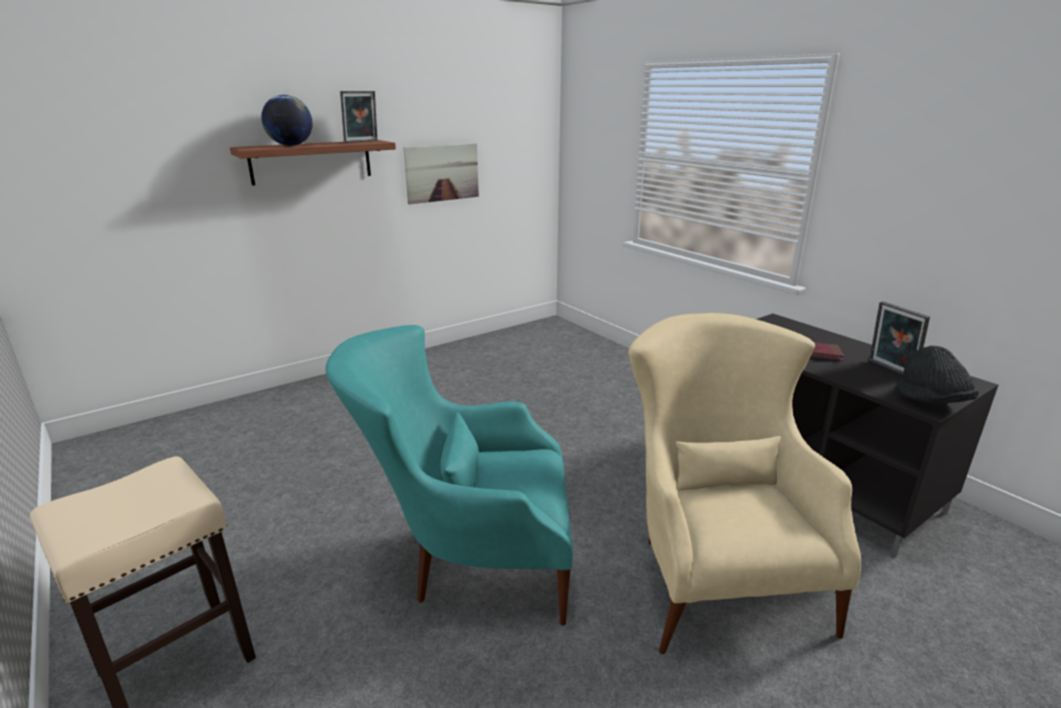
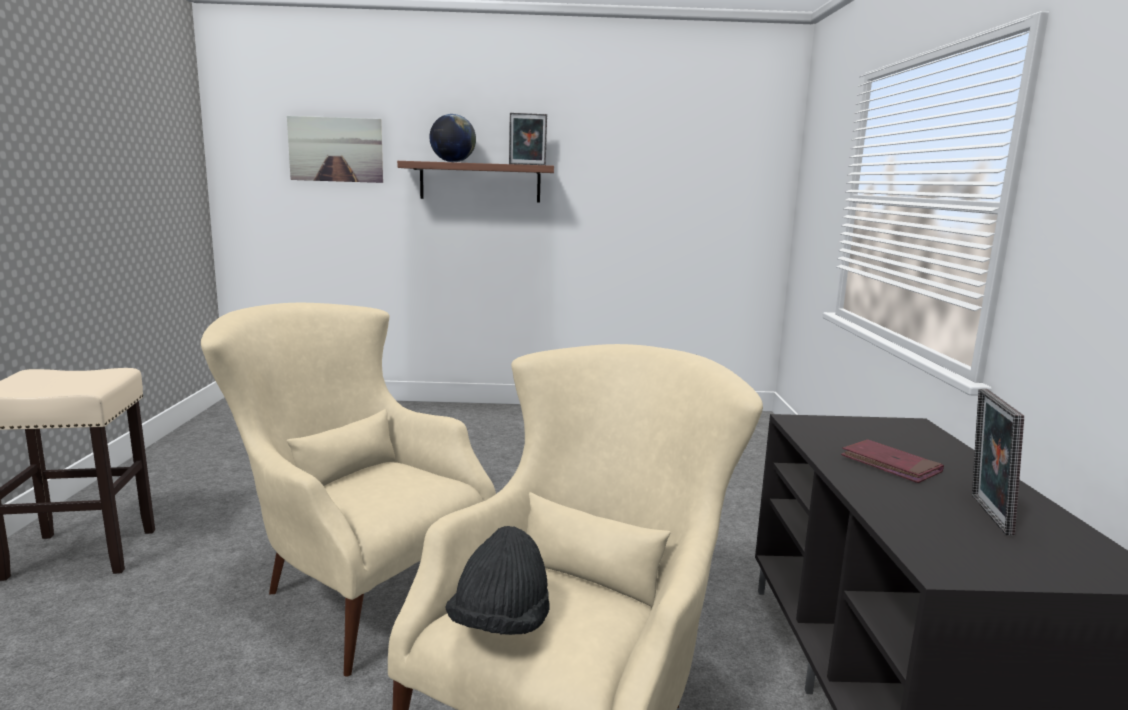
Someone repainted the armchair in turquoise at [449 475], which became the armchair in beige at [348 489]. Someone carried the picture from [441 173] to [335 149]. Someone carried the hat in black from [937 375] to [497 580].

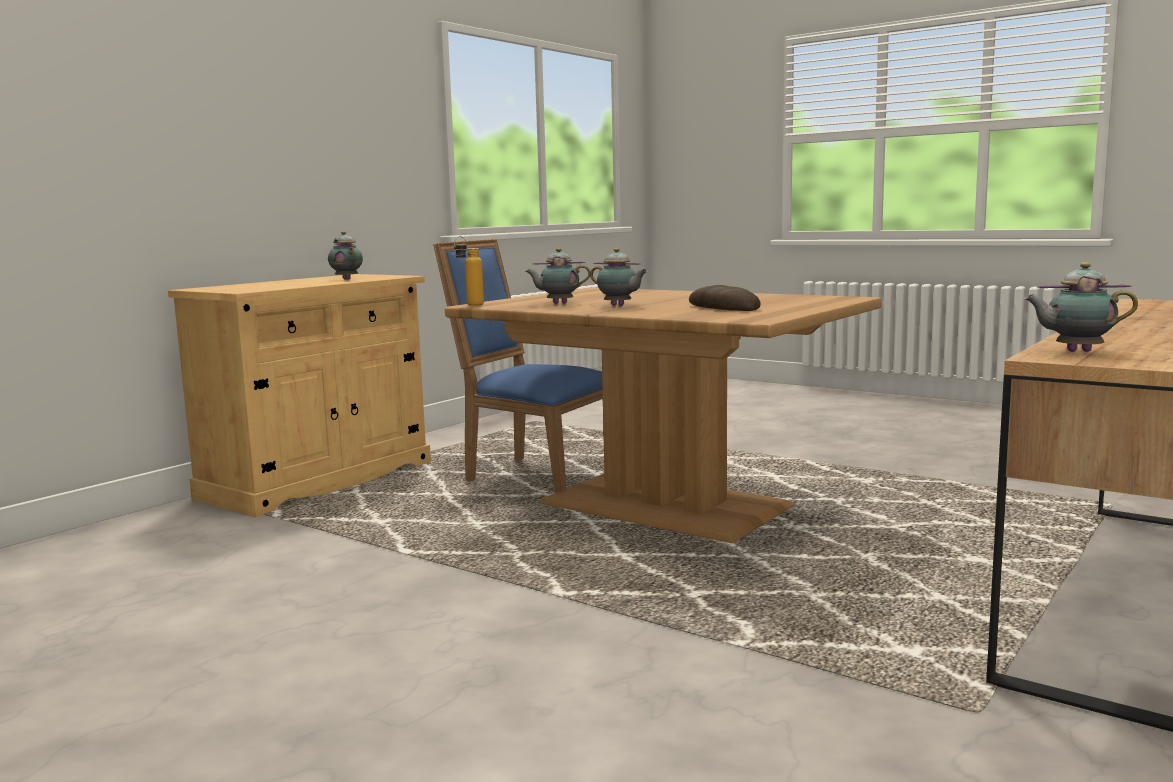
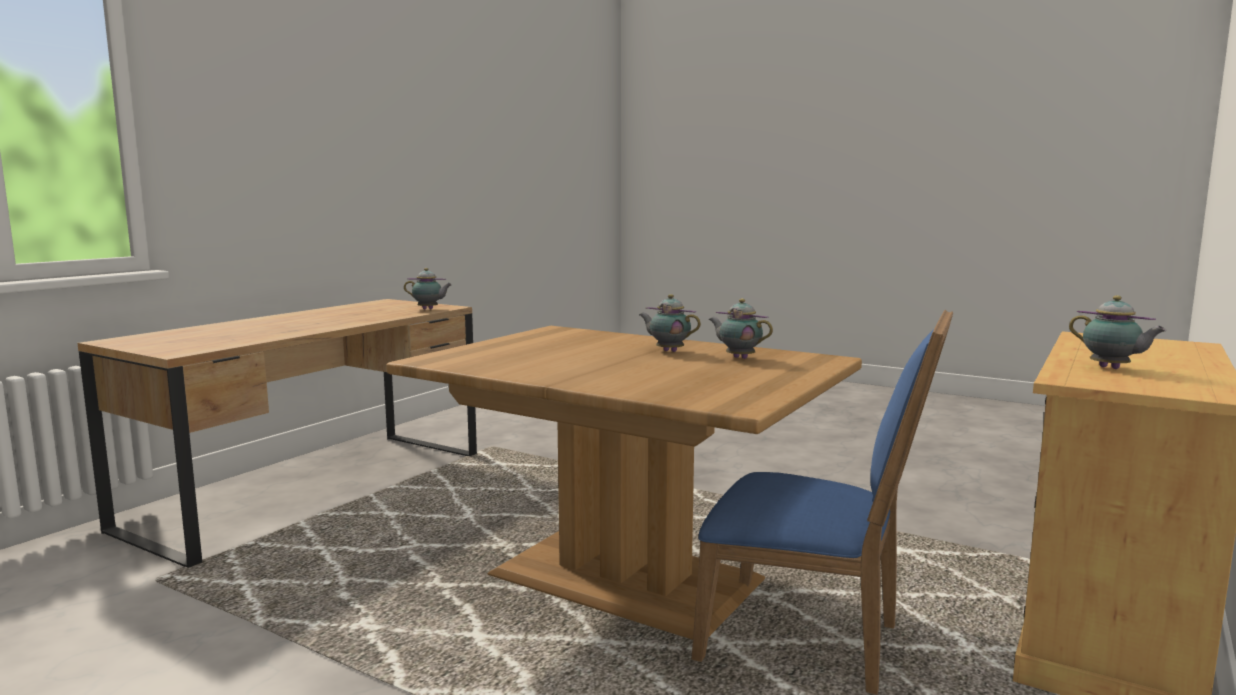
Someone took away the bottle at [469 271]. Someone rotated the teapot at [557 276] by 135 degrees counterclockwise. Someone took away the bread at [725 298].

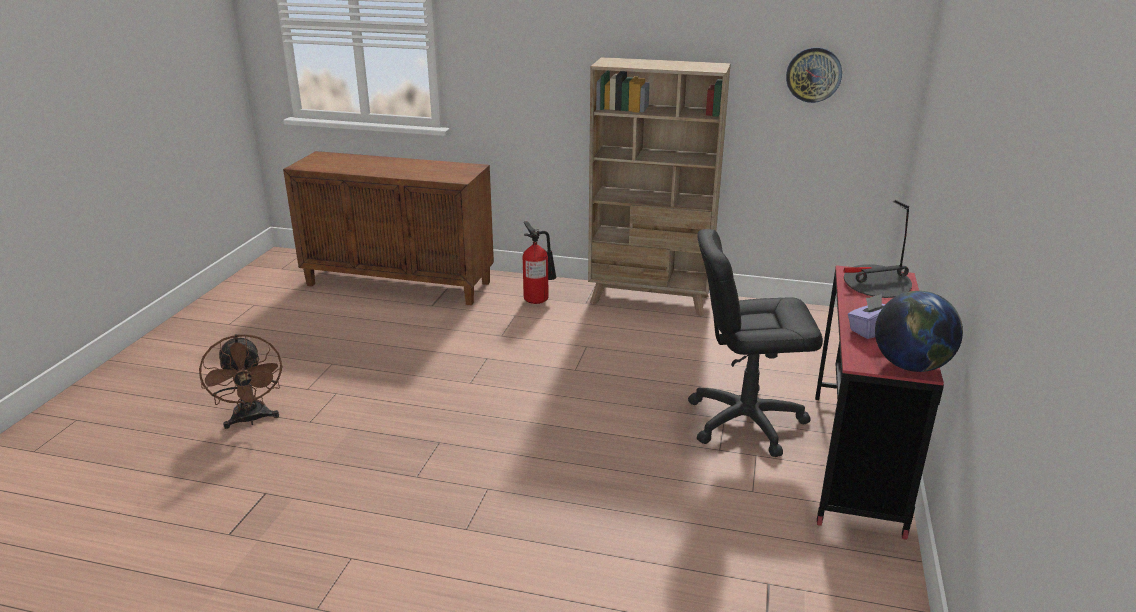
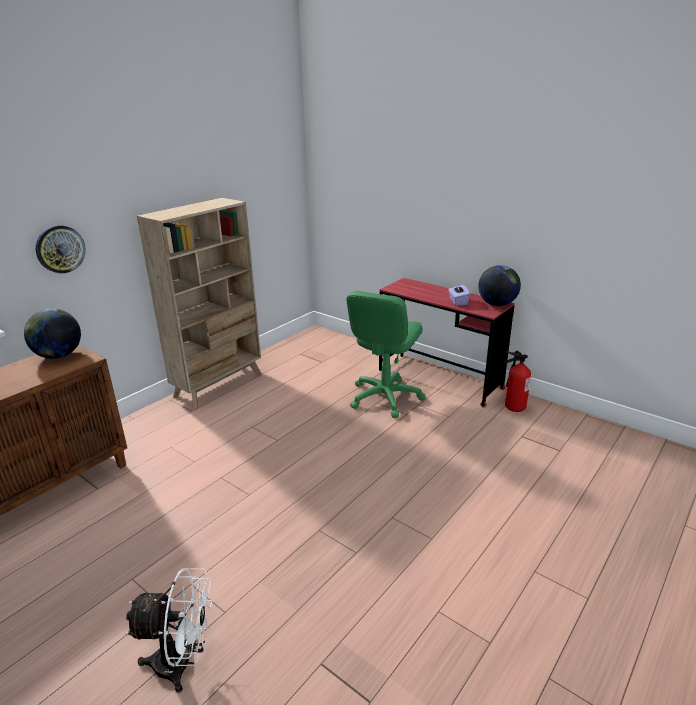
Someone repainted the fan in brown at [241 381], which became the fan in white at [168 630]. Someone carried the fire extinguisher from [540 262] to [517 381]. Someone repainted the office chair in black at [755 343], which became the office chair in green at [385 354]. Someone carried the wall clock from [814 75] to [61 249]. Someone took away the table lamp at [878 249]. Someone put down the globe at [52 334].

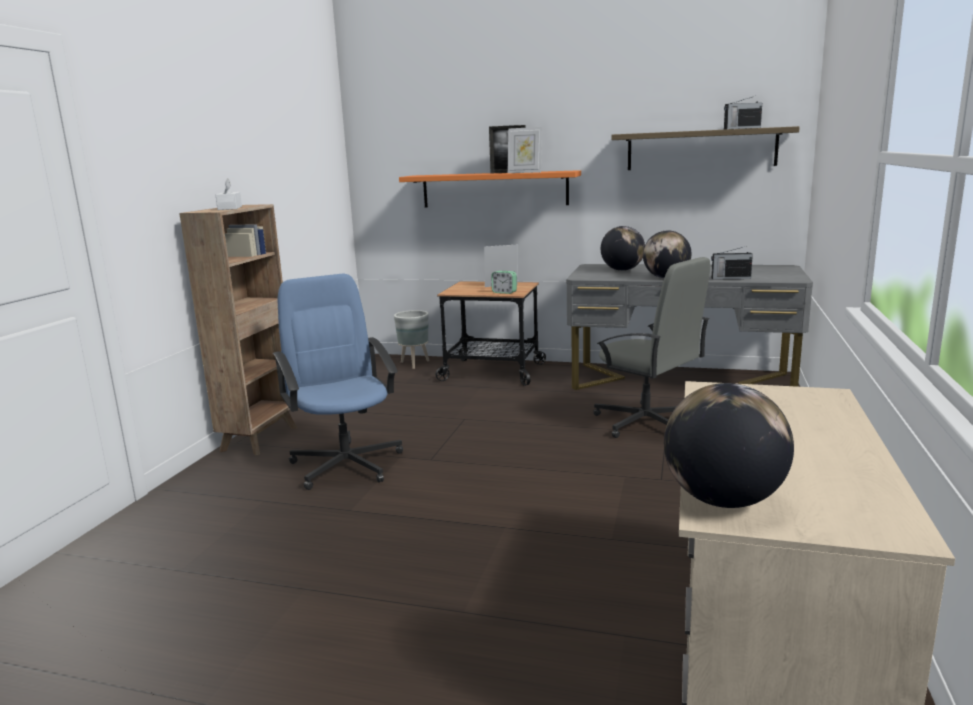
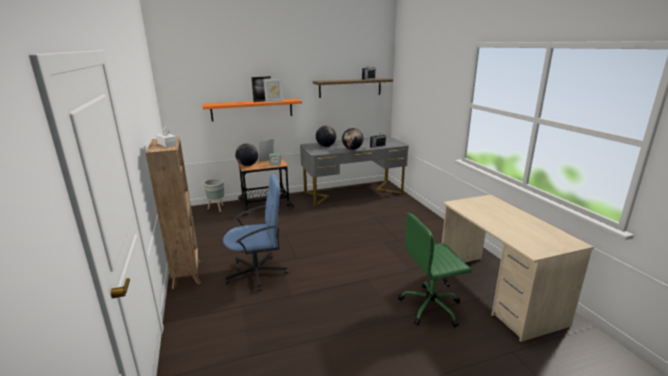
Someone rotated the office chair in blue at [338 381] by 135 degrees clockwise. Someone took away the office chair in grey at [651 347]. Someone carried the globe from [729 445] to [246 154]. Someone put down the office chair in green at [435 269].

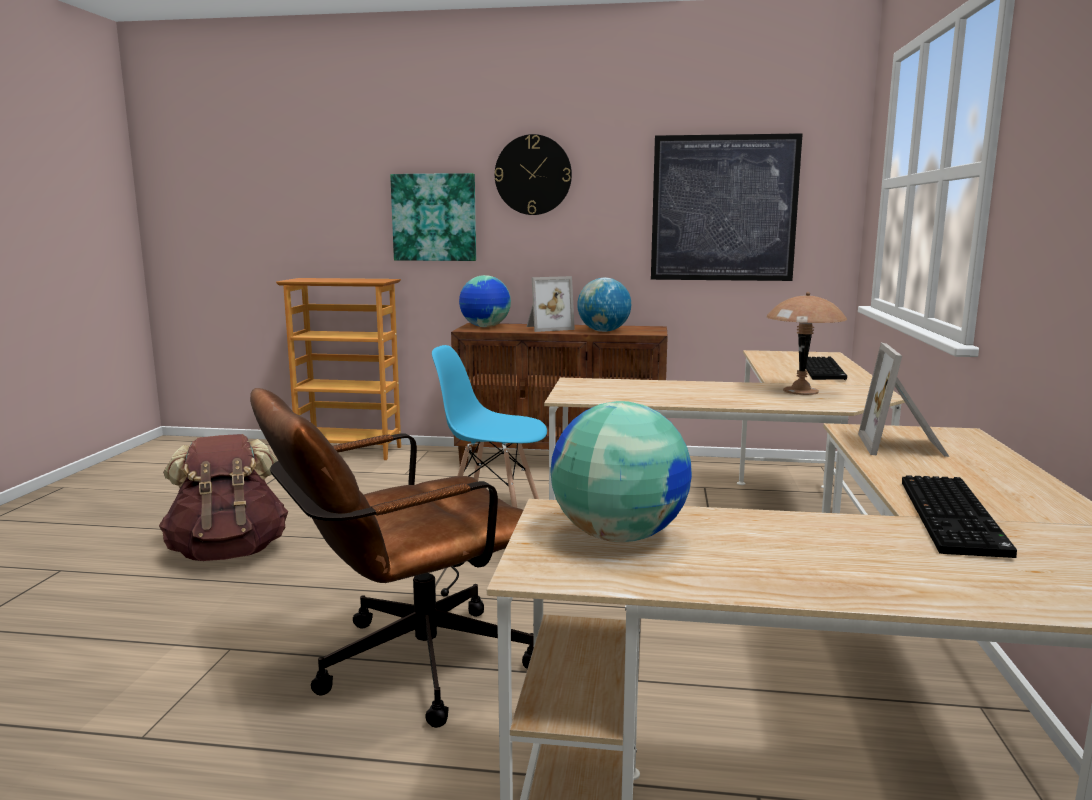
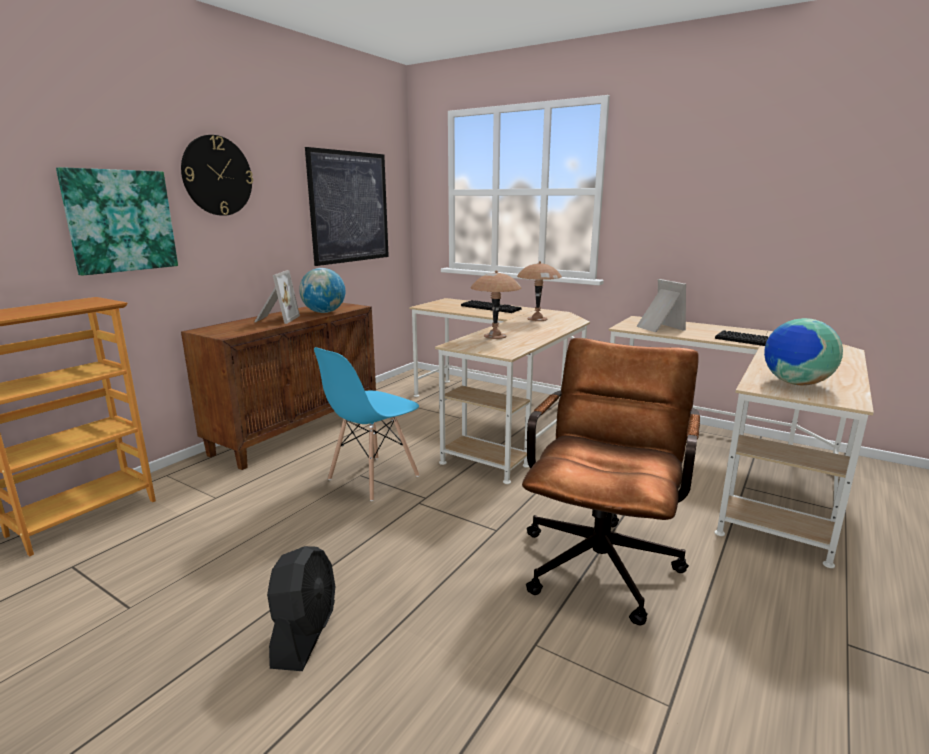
Someone swapped the backpack in brown at [223 497] for the fan in black at [301 608]. Someone rotated the office chair in brown at [392 558] by 150 degrees counterclockwise. Someone took away the globe at [485 301]. Someone rotated the picture frame at [903 400] by 150 degrees counterclockwise. Someone put down the table lamp in brown at [496 304].

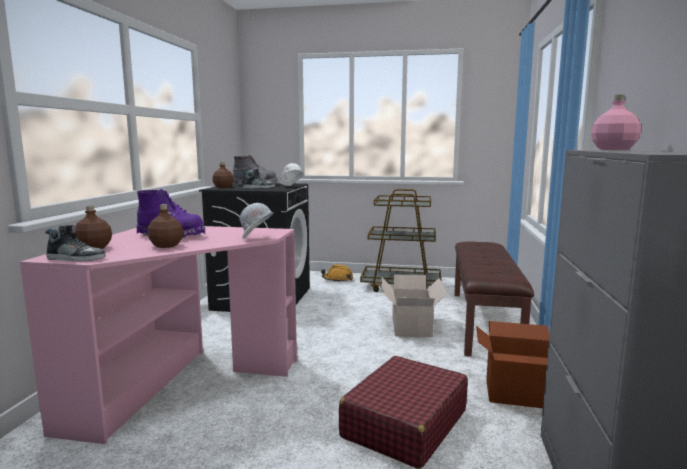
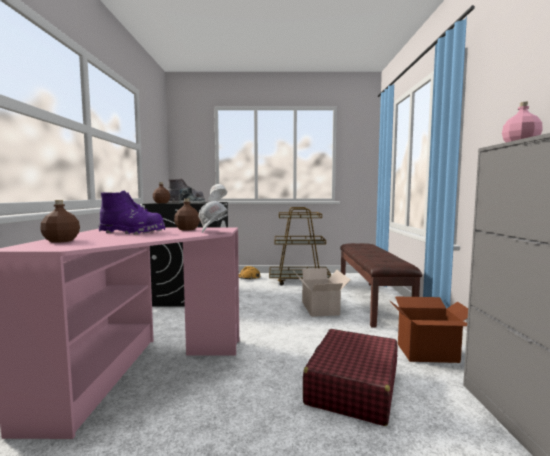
Someone took away the shoe at [75 243]. Someone carried the bottle in brown from [165 226] to [187 214].

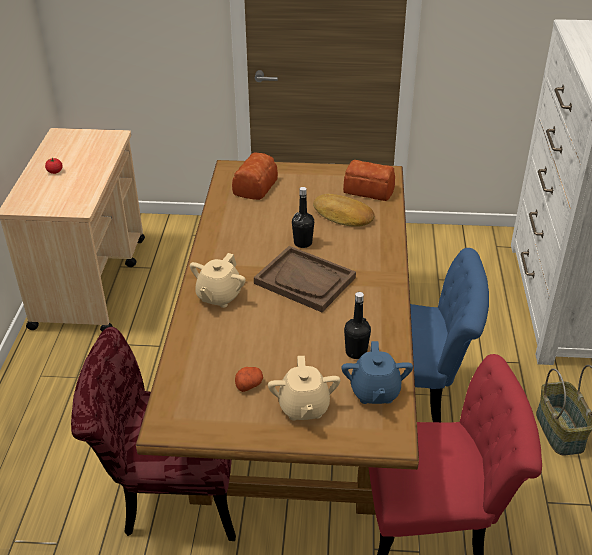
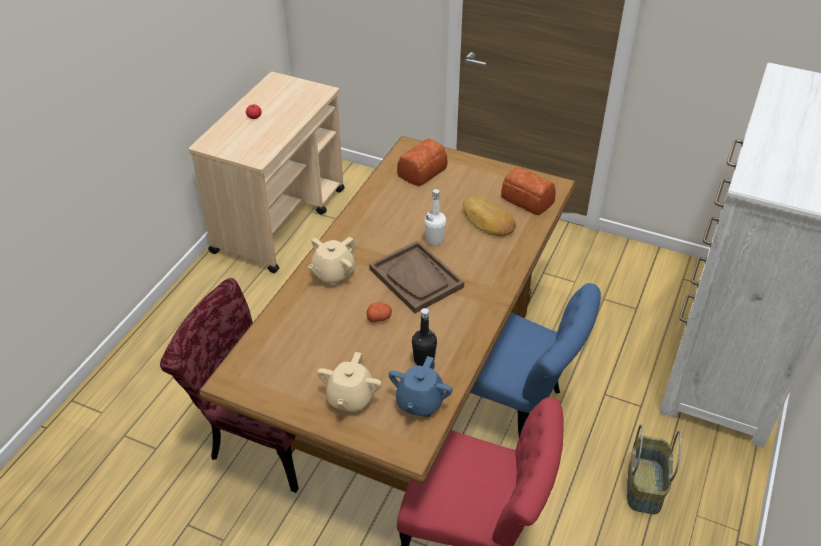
Someone carried the potato from [249 379] to [379 312]. Someone repainted the bottle in black at [303 217], which became the bottle in white at [435 217].

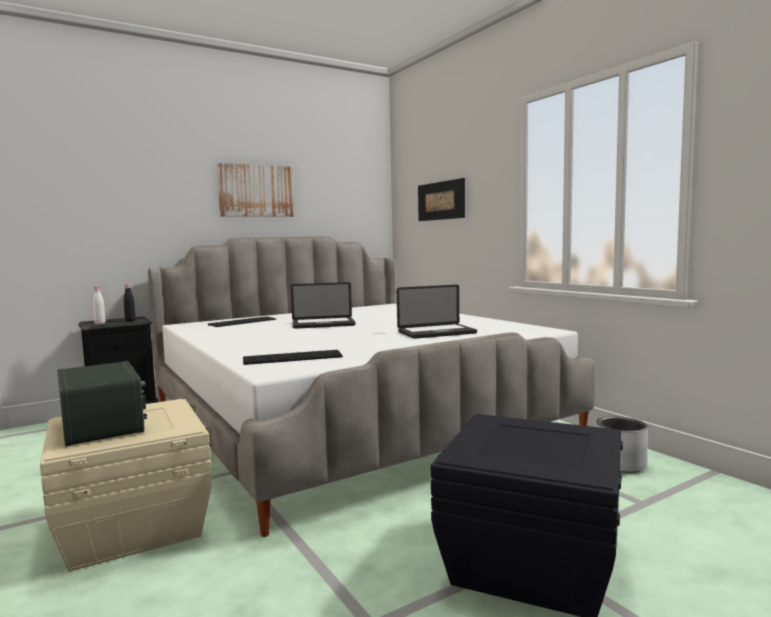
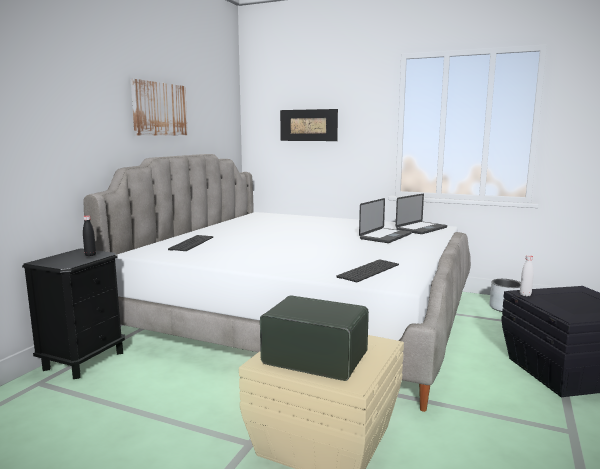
Someone carried the bottle in white from [99 305] to [527 275]. Someone carried the laptop from [323 305] to [421 214].

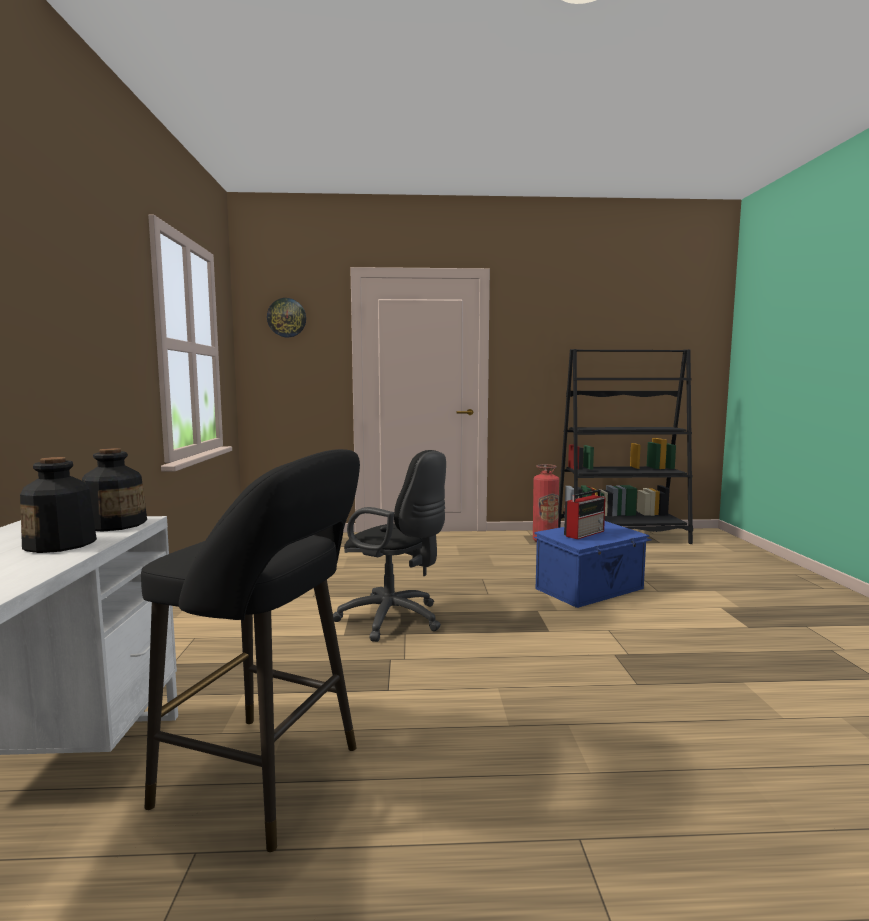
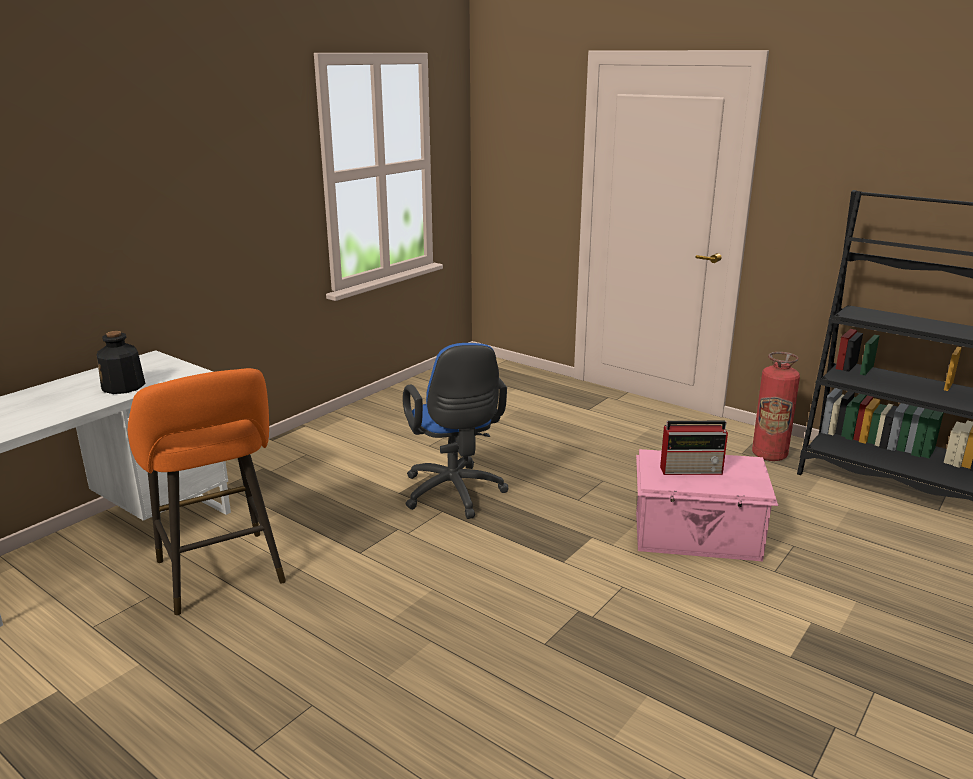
Someone took away the bottle at [114 490]. Someone repainted the stool in black at [250 650], which became the stool in orange at [207 491]. Someone took away the wall clock at [286 317]. Someone repainted the office chair in black at [389 546], which became the office chair in blue at [455 431]. Someone repainted the storage box in blue at [592 564], which became the storage box in pink at [707 505].

